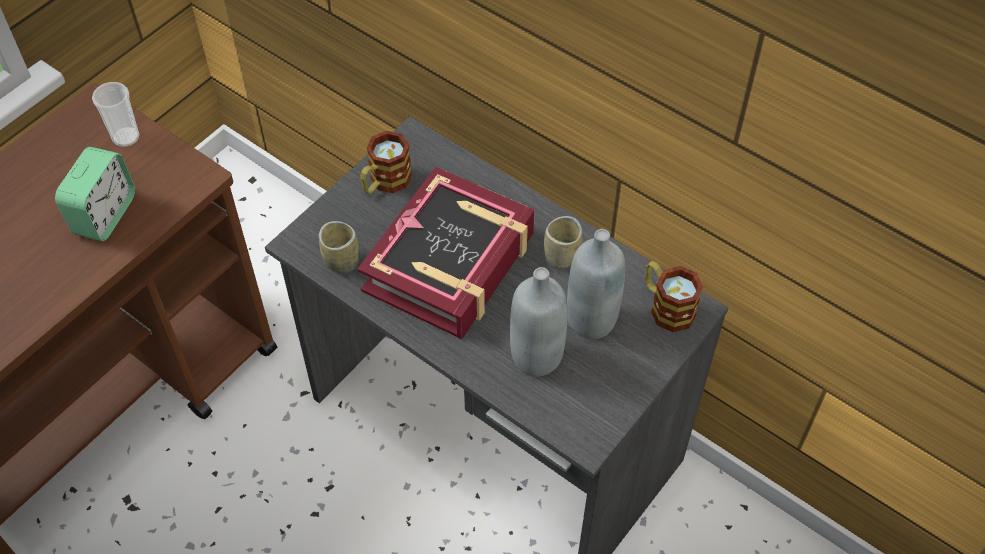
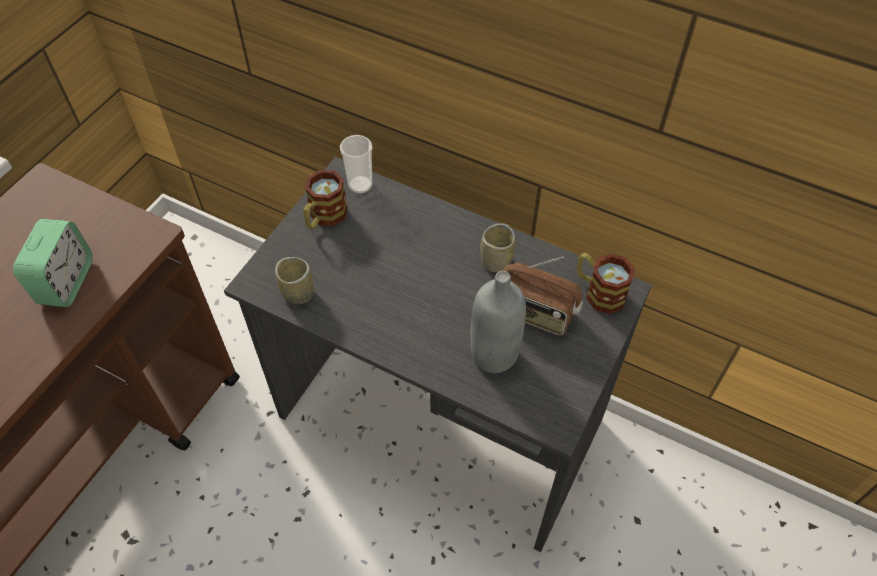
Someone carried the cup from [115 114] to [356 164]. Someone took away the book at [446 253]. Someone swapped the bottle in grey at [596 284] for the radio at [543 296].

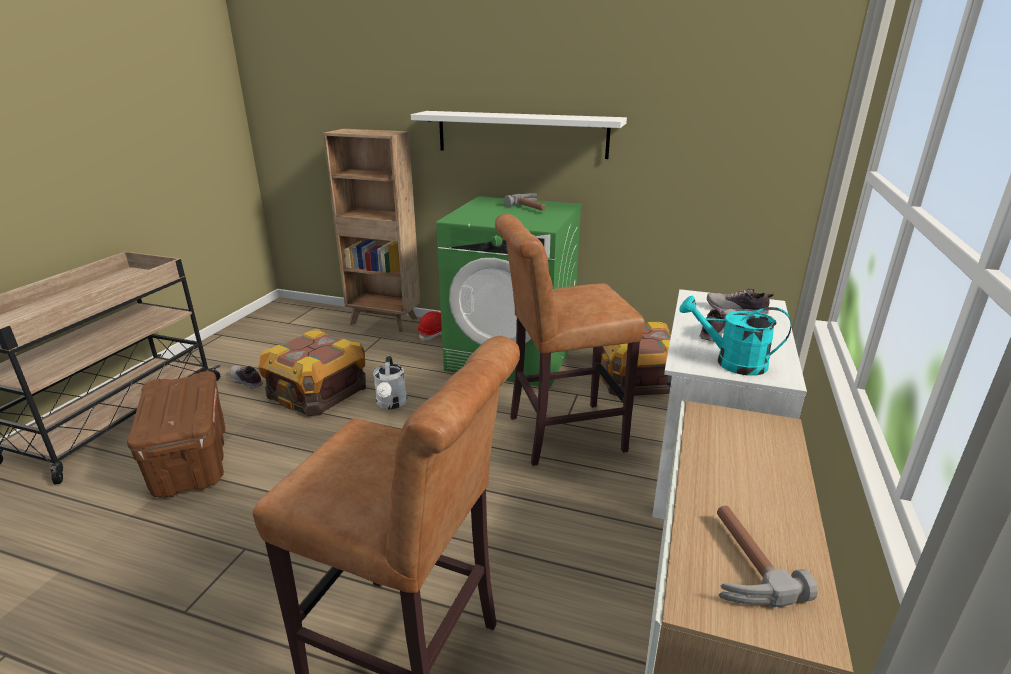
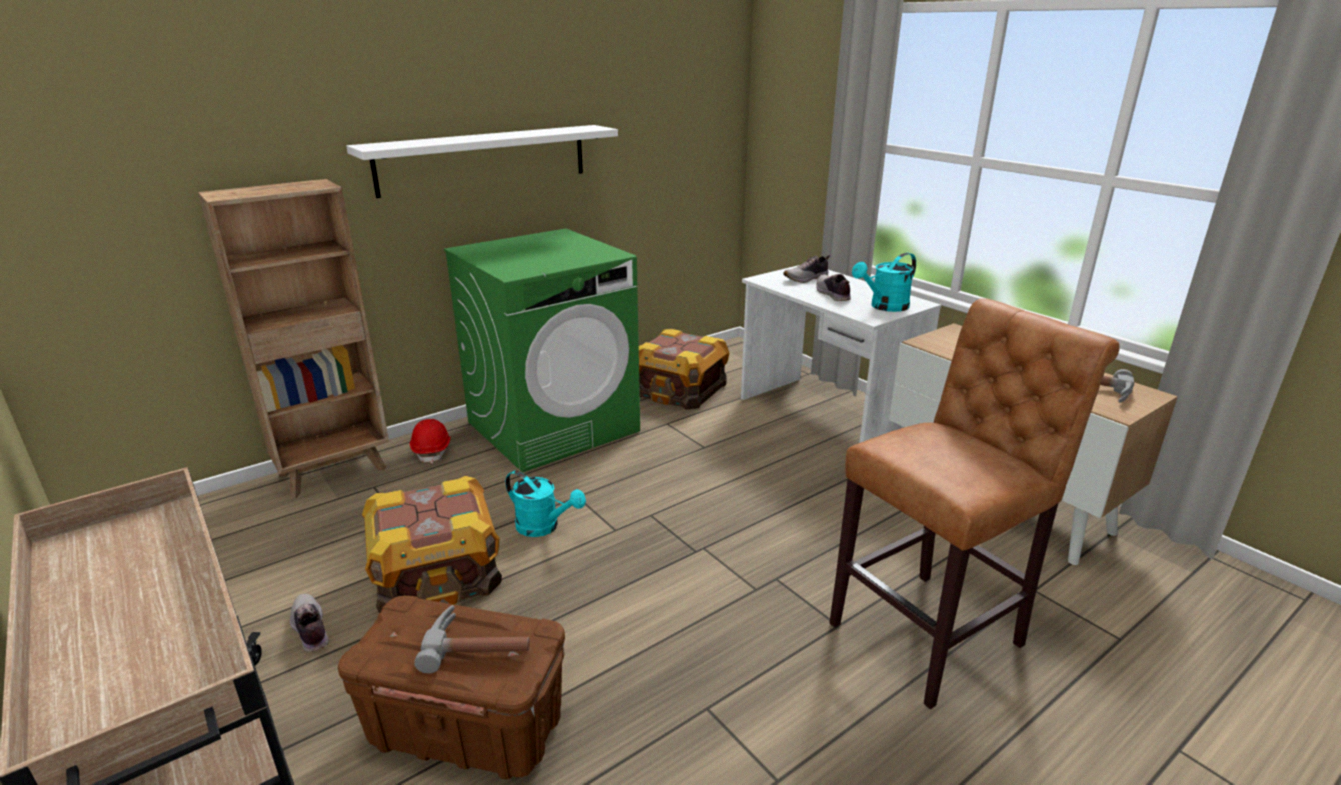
Someone rotated the shoe at [246 377] by 75 degrees clockwise. Someone repainted the watering can in white at [390 382], which became the watering can in turquoise at [546 503]. Someone took away the stool in brown at [570 340]. Someone carried the hammer from [525 202] to [472 639].

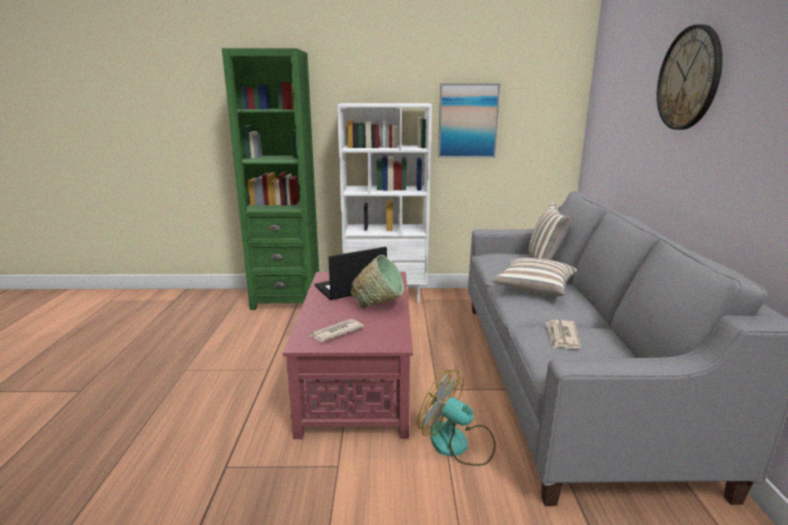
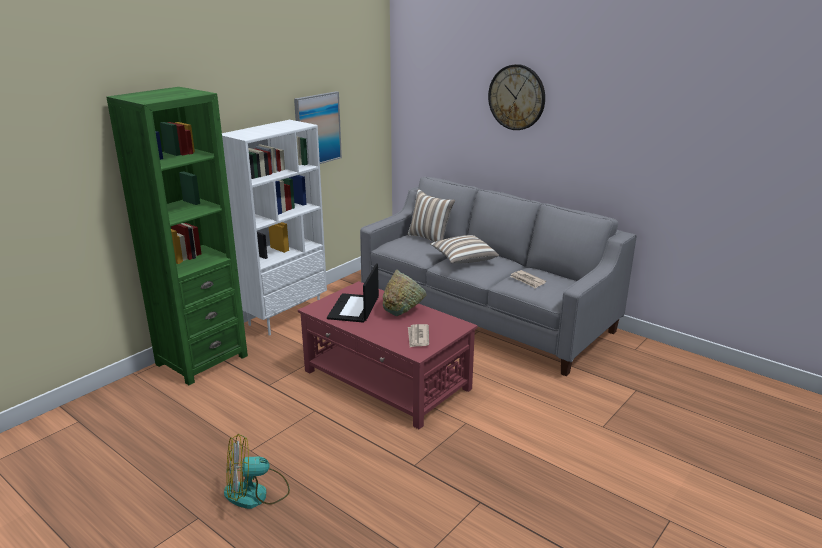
Someone carried the fan from [456 418] to [257 471].

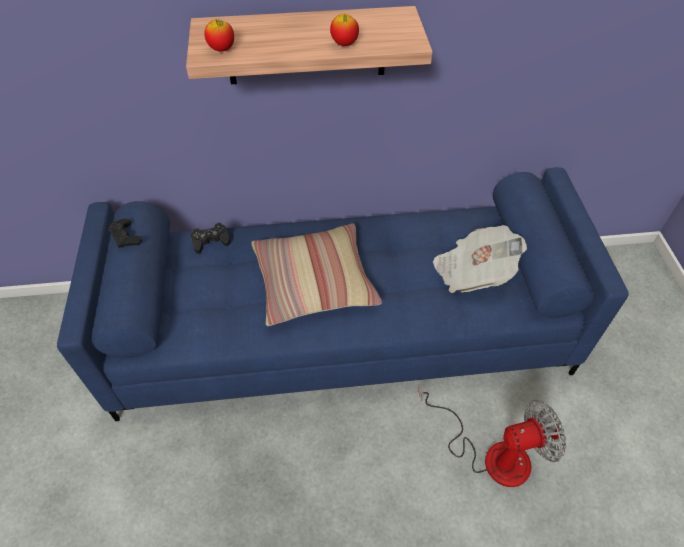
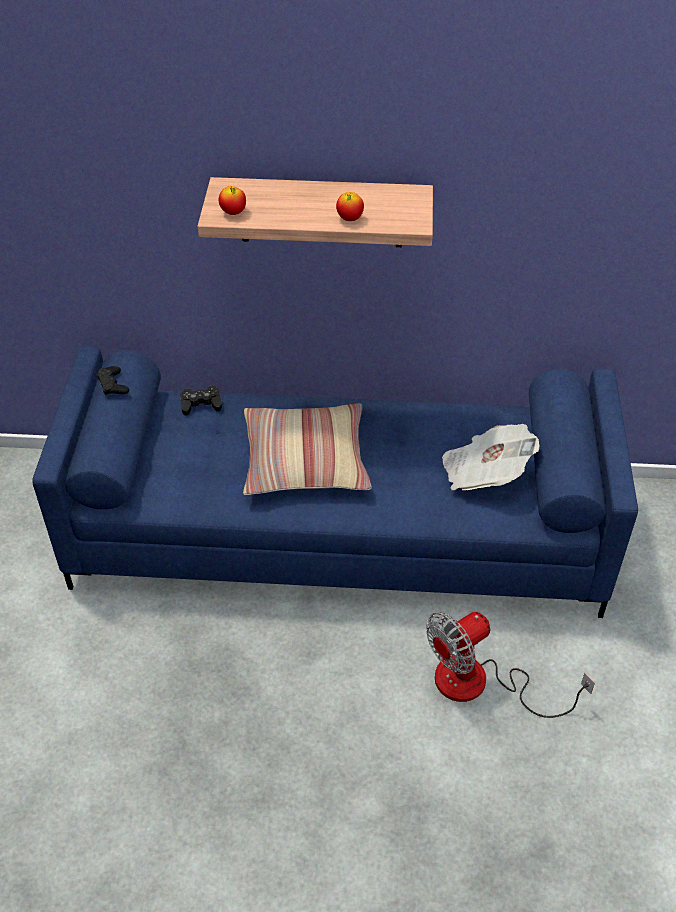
Someone rotated the fan at [492 435] by 150 degrees clockwise.

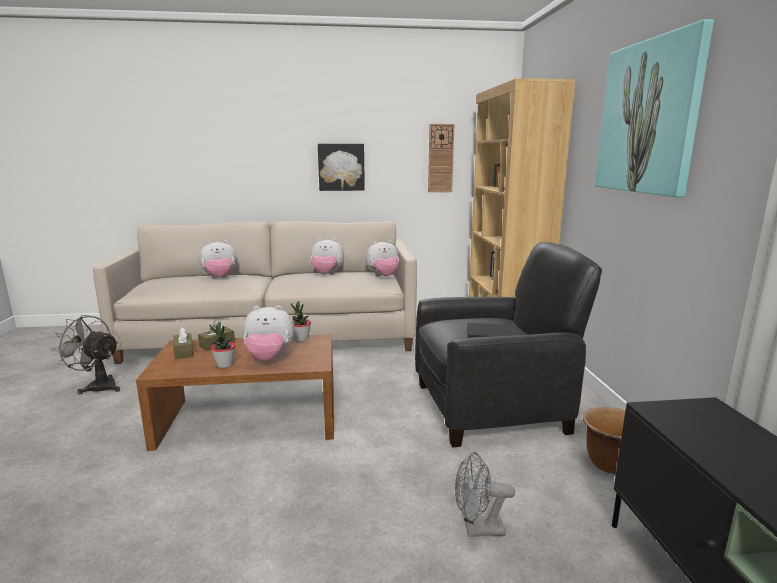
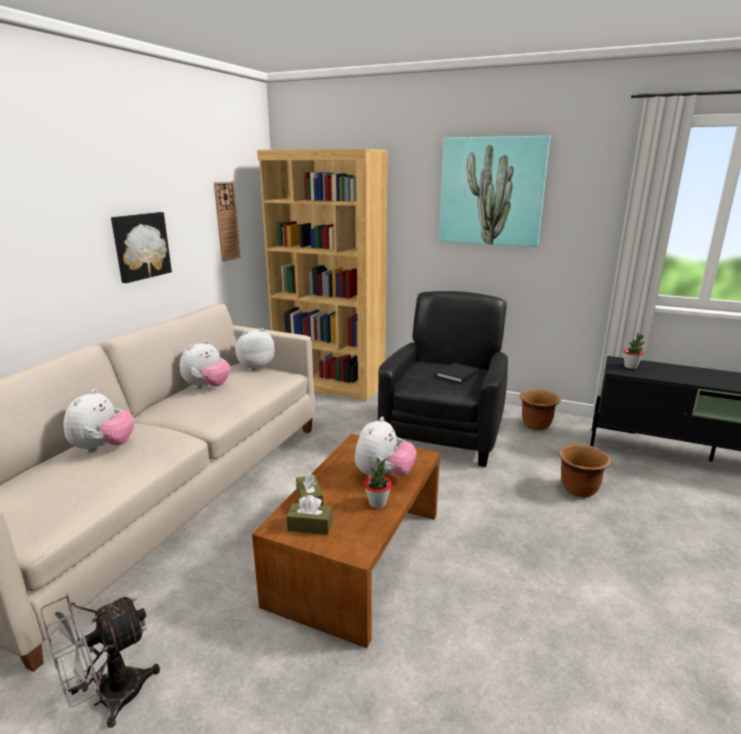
Someone carried the potted plant from [301 321] to [634 351]. Someone rotated the plush toy at [382 258] by 135 degrees counterclockwise. Someone swapped the fan in grey at [485 494] for the planter in brown at [585 470].

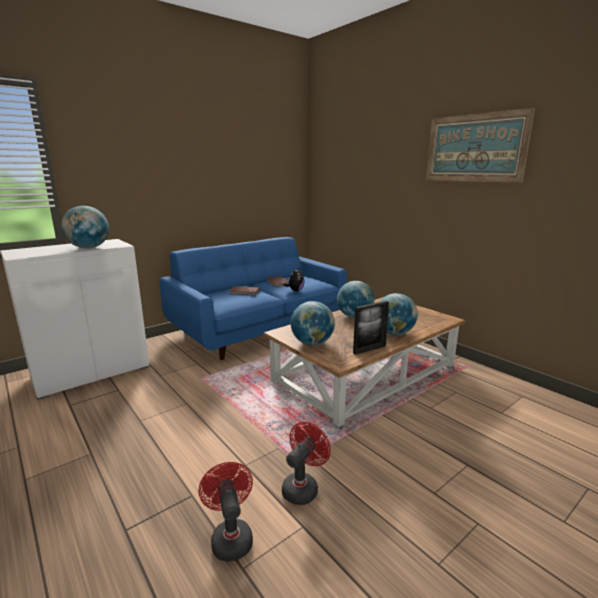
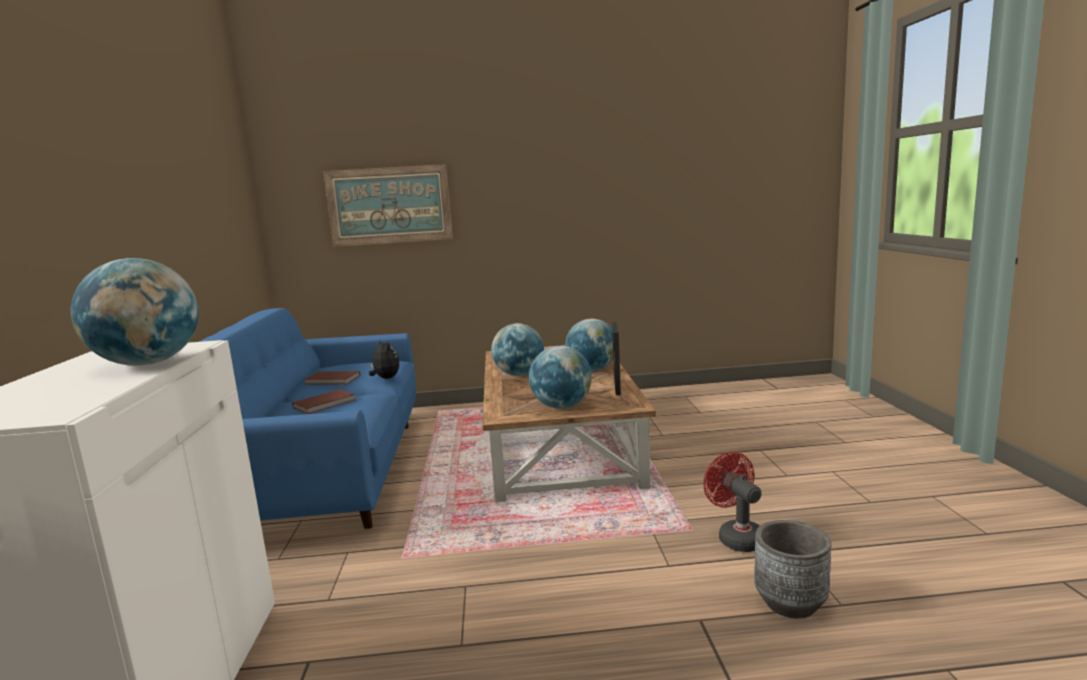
Someone swapped the fan in red at [226 512] for the planter in grey at [792 569]. Someone carried the picture from [480 145] to [388 205].

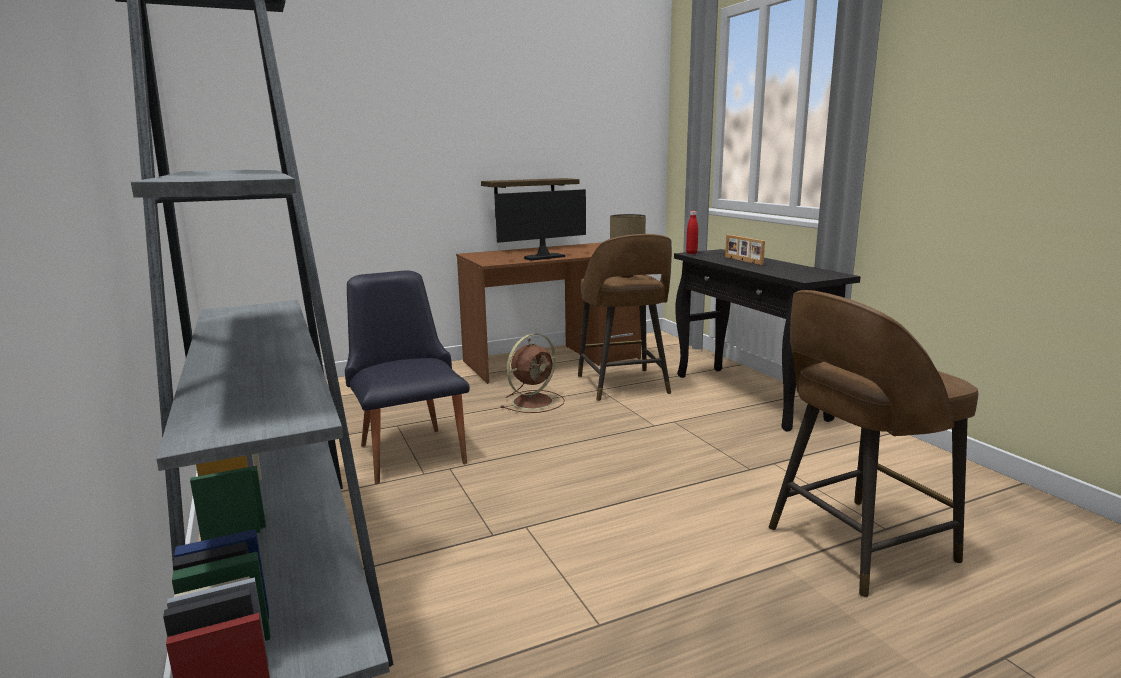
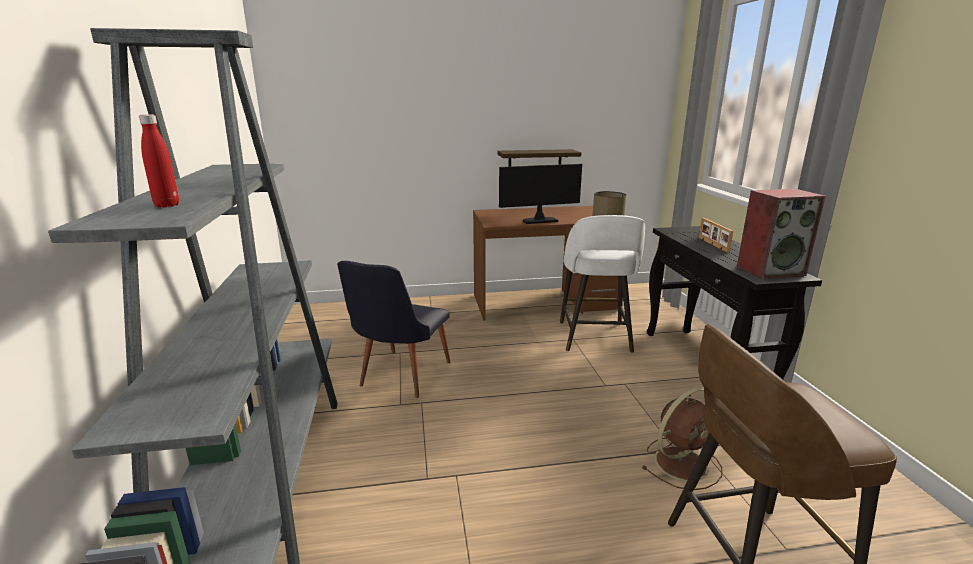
Someone rotated the chair in black at [407 377] by 150 degrees counterclockwise. Someone carried the fan in brown from [532 373] to [681 438]. Someone repainted the stool in brown at [625 317], which became the stool in white at [602 284]. Someone carried the bottle in red from [692 232] to [159 161]. Someone put down the speaker at [781 234].

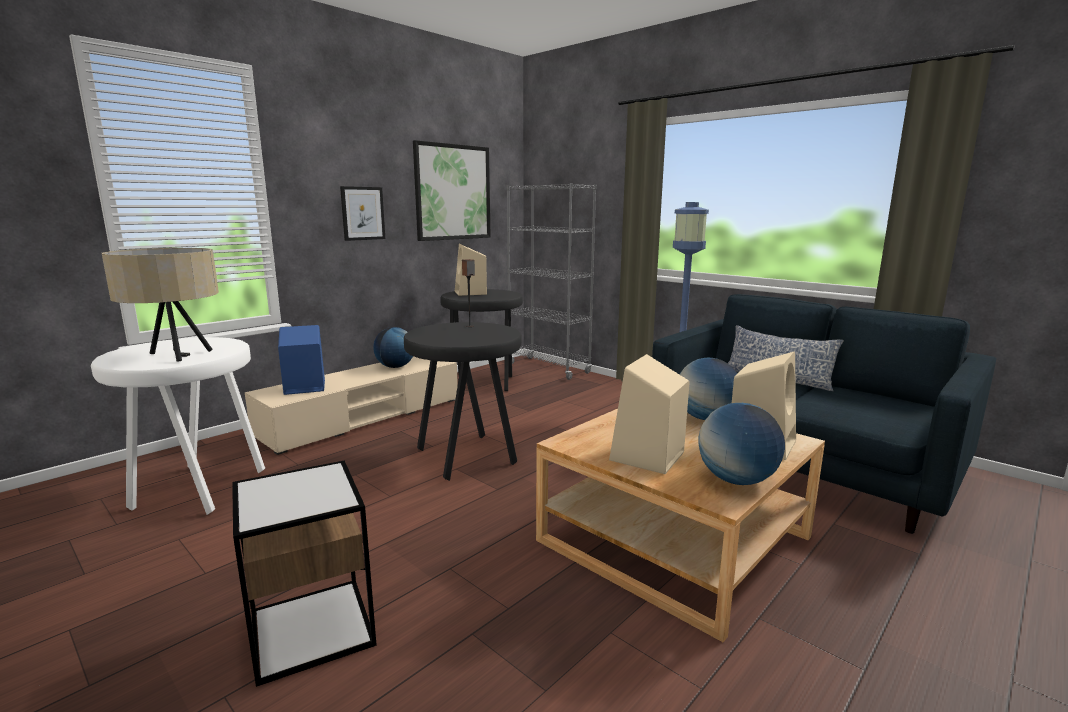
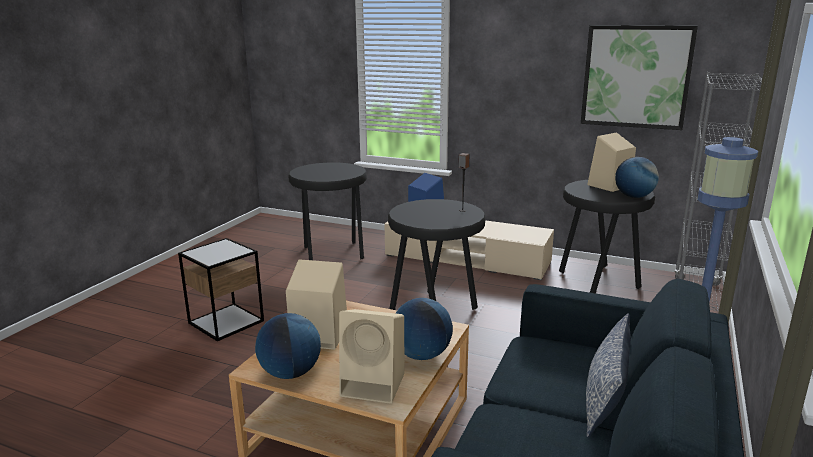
Someone repainted the stool in white at [178 426], which became the stool in black at [327 211]. Someone took away the table lamp in beige at [160 304]. Someone took away the picture at [362 213]. Someone carried the globe from [393 347] to [637 177].

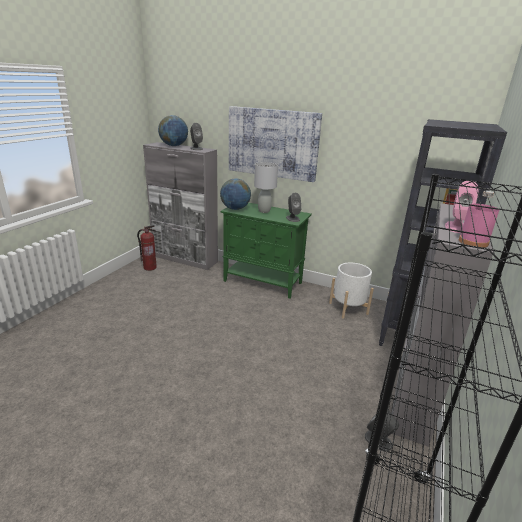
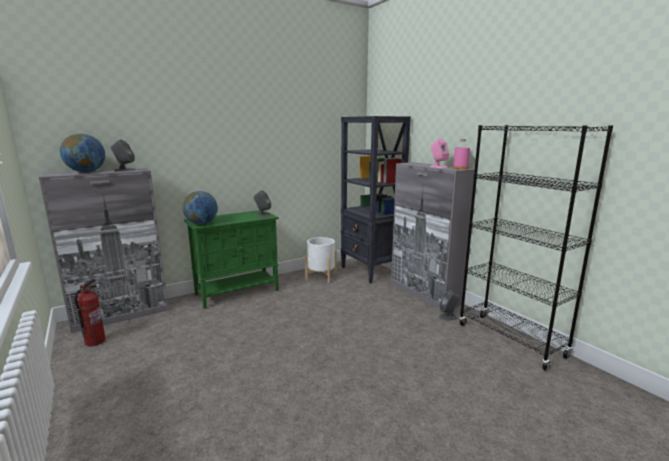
Someone took away the picture at [275 144]. Someone took away the table lamp in grey at [266 187].

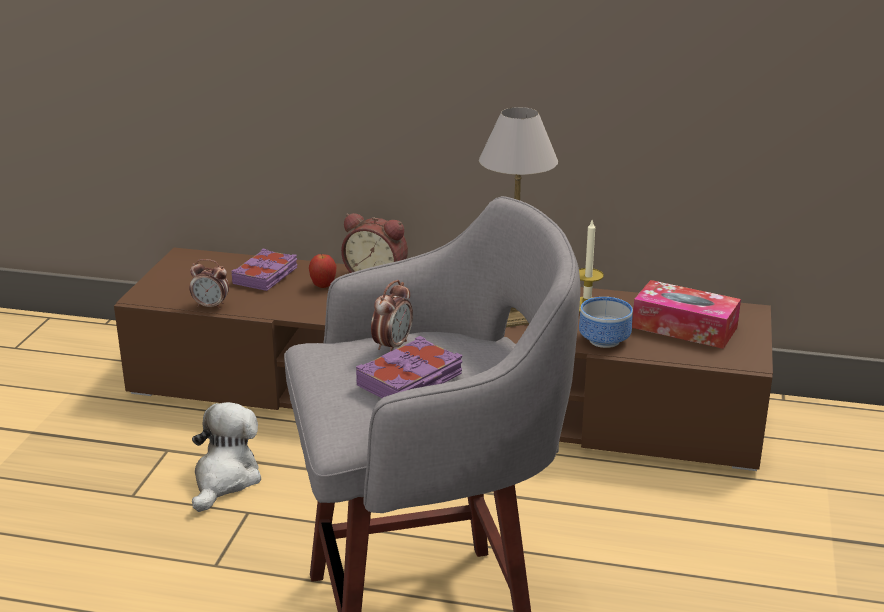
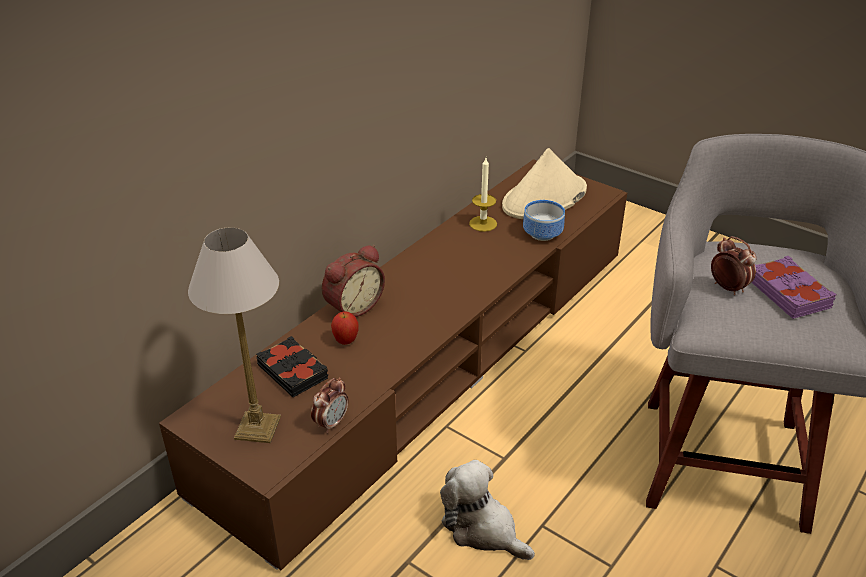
Someone repainted the book in purple at [265 270], which became the book in black at [292 366]. Someone carried the table lamp from [518 217] to [234 335]. Someone swapped the tissue box at [686 314] for the hat in beige at [544 183].

